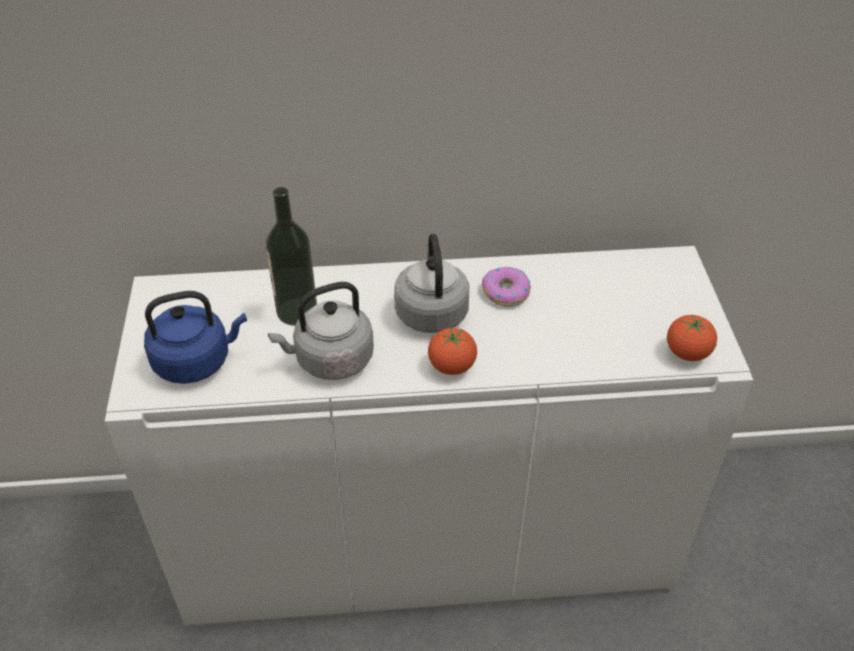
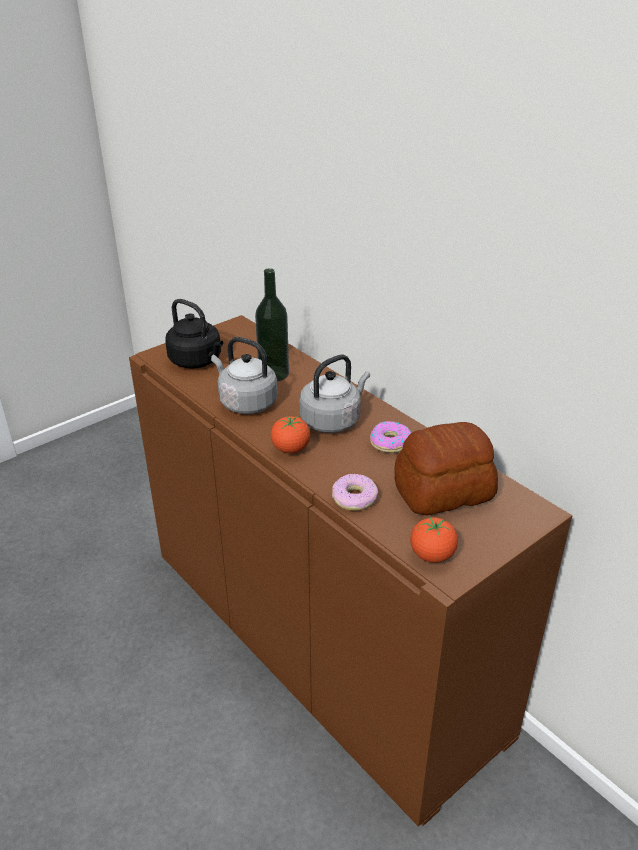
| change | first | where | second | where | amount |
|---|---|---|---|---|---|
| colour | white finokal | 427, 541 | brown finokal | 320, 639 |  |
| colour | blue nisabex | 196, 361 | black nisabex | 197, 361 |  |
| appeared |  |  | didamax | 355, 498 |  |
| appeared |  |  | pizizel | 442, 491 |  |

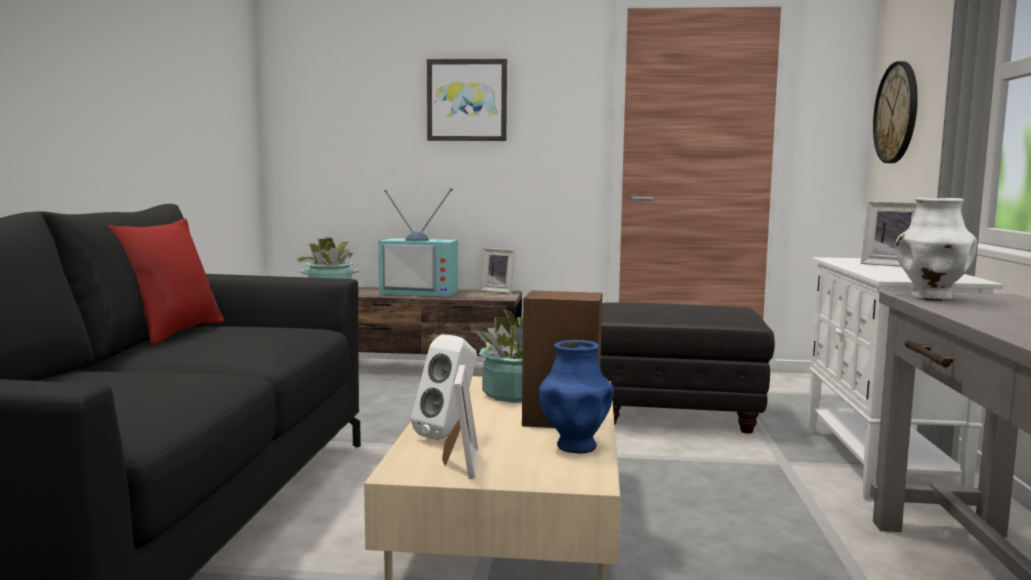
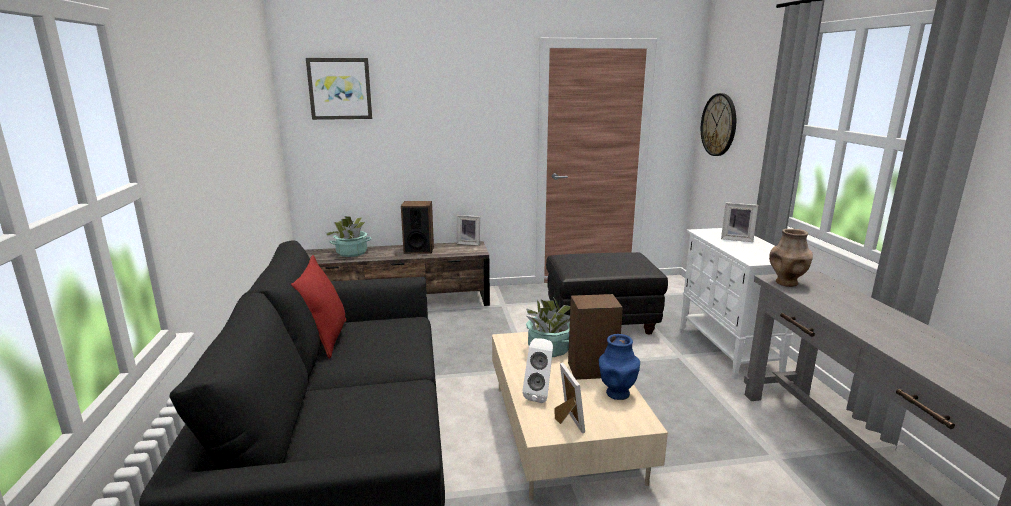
| change | first | where | second | where | amount |
|---|---|---|---|---|---|
| relocated | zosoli | 467, 100 |  | 340, 88 |  |
| exchanged | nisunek | 421, 292 | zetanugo | 418, 250 |  |
| colour | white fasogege | 931, 298 | brown fasogege | 786, 283 |  |

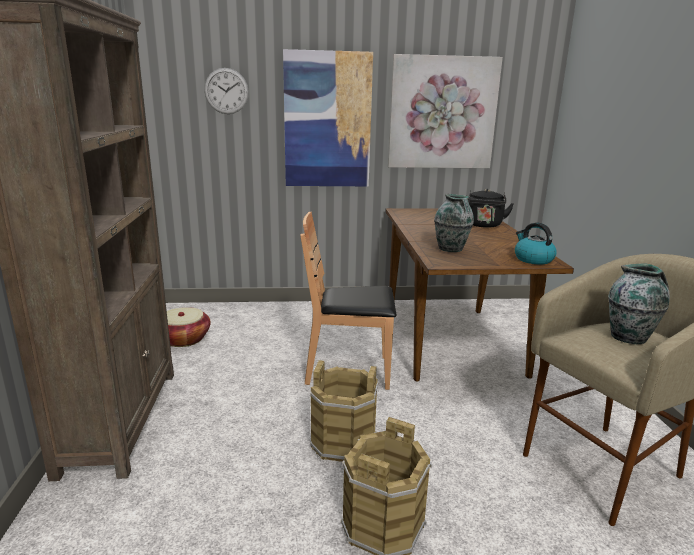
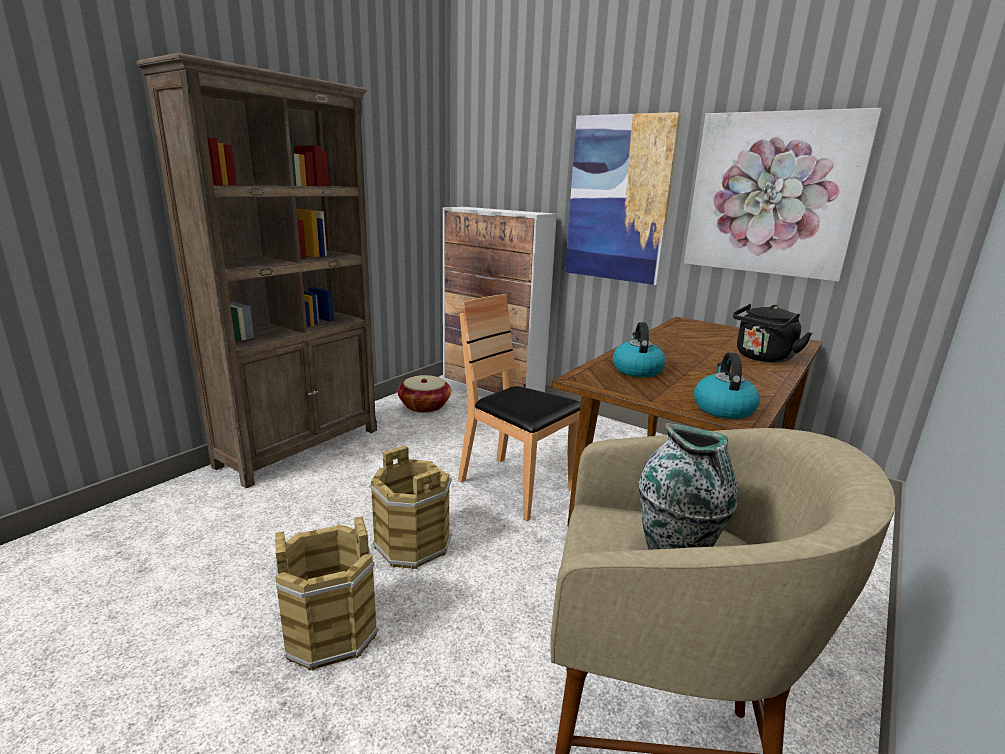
| change | first | where | second | where | amount |
|---|---|---|---|---|---|
| appeared |  |  | finokal | 492, 393 |  |
| exchanged | fasogege | 451, 249 | nisabex | 636, 370 |  |
| missing | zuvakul | 226, 91 |  |  |  |

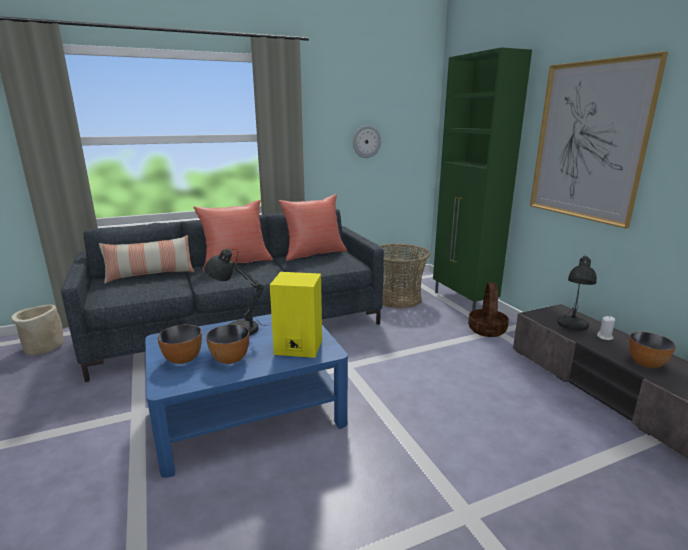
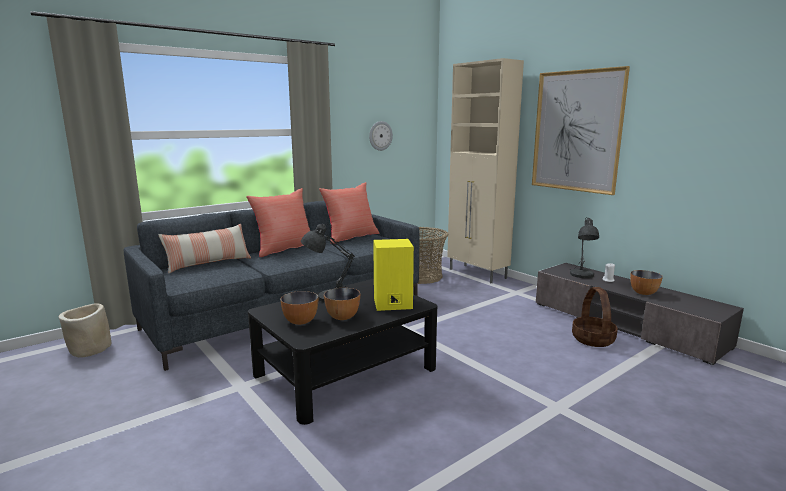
| change | first | where | second | where | amount |
|---|---|---|---|---|---|
| colour | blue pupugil | 249, 412 | black pupugil | 345, 371 |  |
| colour | green finokal | 463, 302 | beige finokal | 477, 274 |  |
| relocated | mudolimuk | 487, 330 |  | 593, 339 |  |

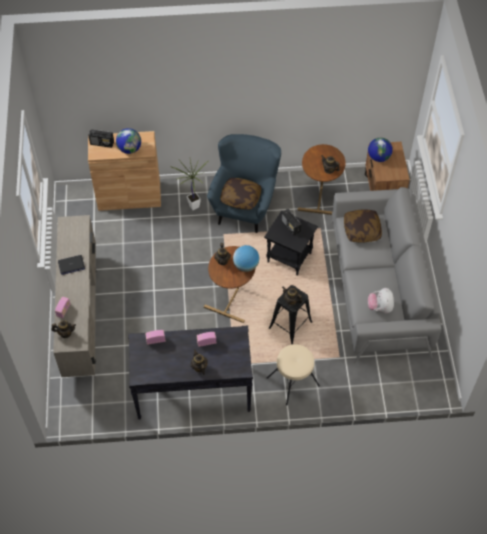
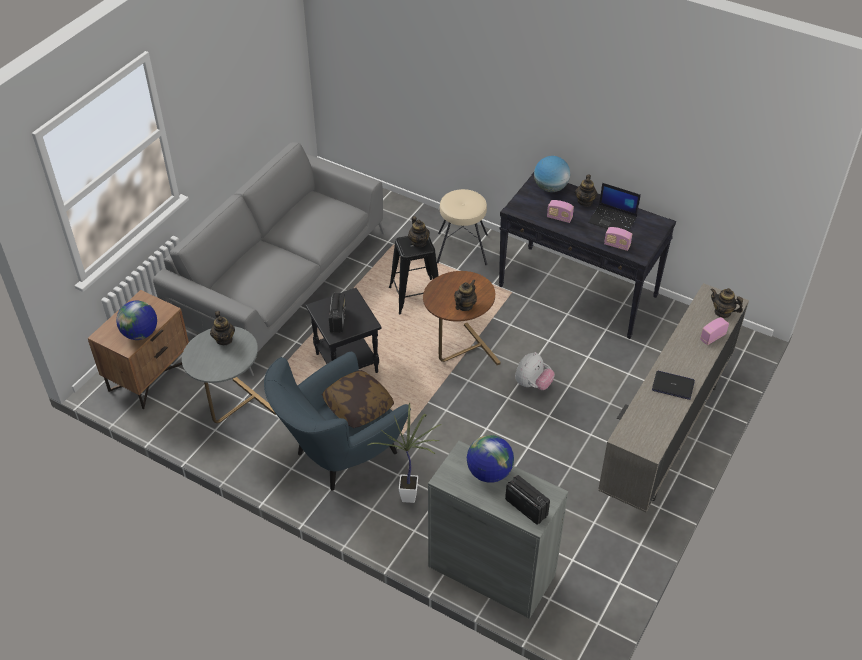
| change | first | where | second | where | amount |
|---|---|---|---|---|---|
| colour | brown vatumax | 320, 198 | grey vatumax | 233, 412 |  |
| colour | brown finokal | 129, 196 | grey finokal | 491, 570 |  |
| relocated | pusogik | 380, 307 |  | 532, 384 |  |
| relocated | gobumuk | 246, 266 |  | 550, 188 |  |
| appeared |  |  | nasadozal | 613, 220 |  |
| missing | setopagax | 362, 230 |  |  |  |

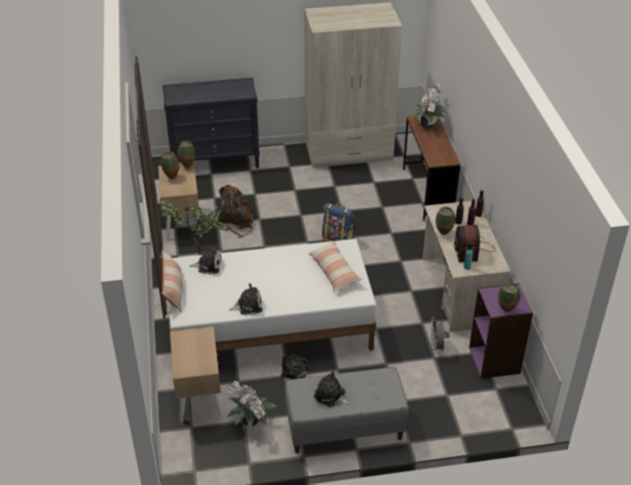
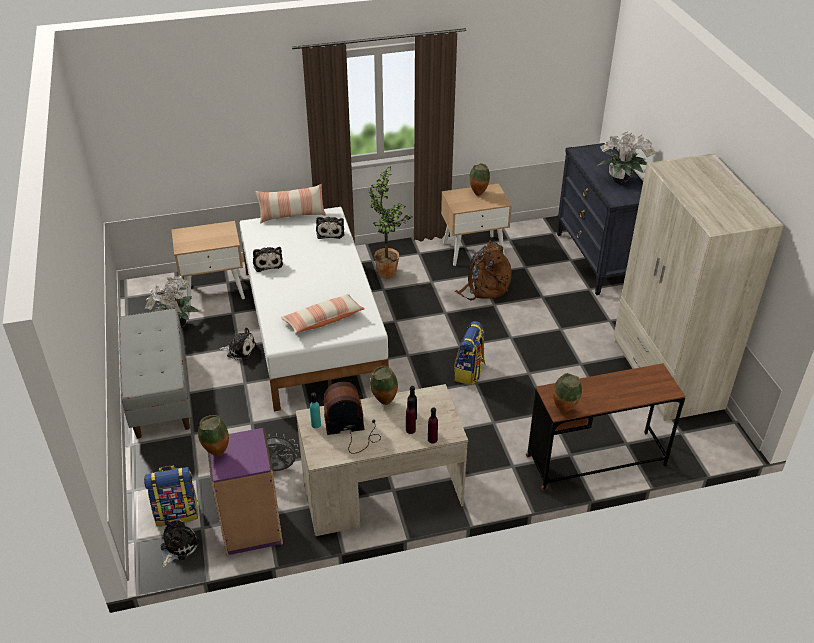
| change | first | where | second | where | amount |
|---|---|---|---|---|---|
| appeared |  |  | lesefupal | 177, 512 |  |
| relocated | pusogik | 331, 396 |  | 178, 546 |  |
| relocated | fasogege | 187, 166 |  | 564, 409 |  |
| relocated | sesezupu | 427, 125 |  | 621, 181 |  |

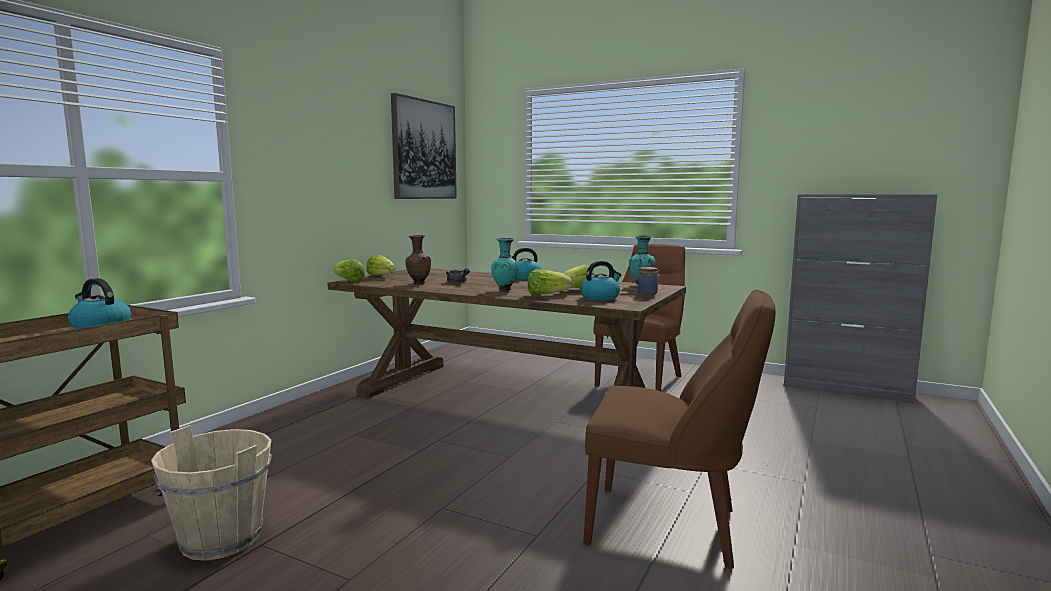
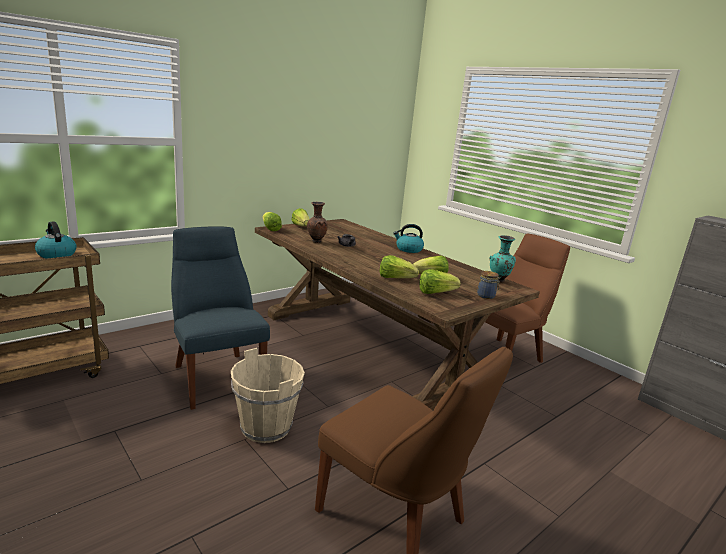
| change | first | where | second | where | amount |
|---|---|---|---|---|---|
| appeared |  |  | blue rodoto | 217, 376 |  |
| relocated | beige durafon | 222, 539 |  | 266, 427 |  |
| exchanged | nisabex | 600, 298 | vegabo | 435, 293 |  |
| missing | zosoli | 424, 150 |  |  |  |
| missing | turquoise fasogege | 505, 290 |  |  |  |

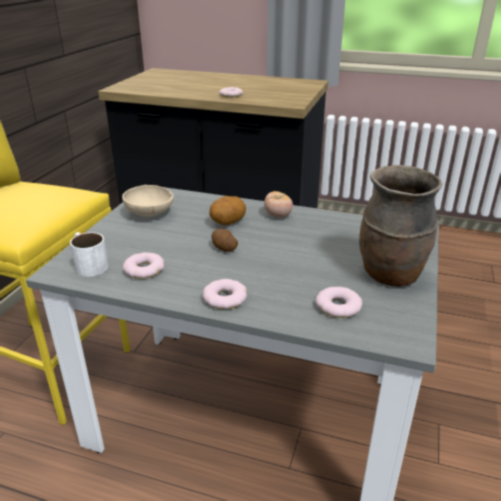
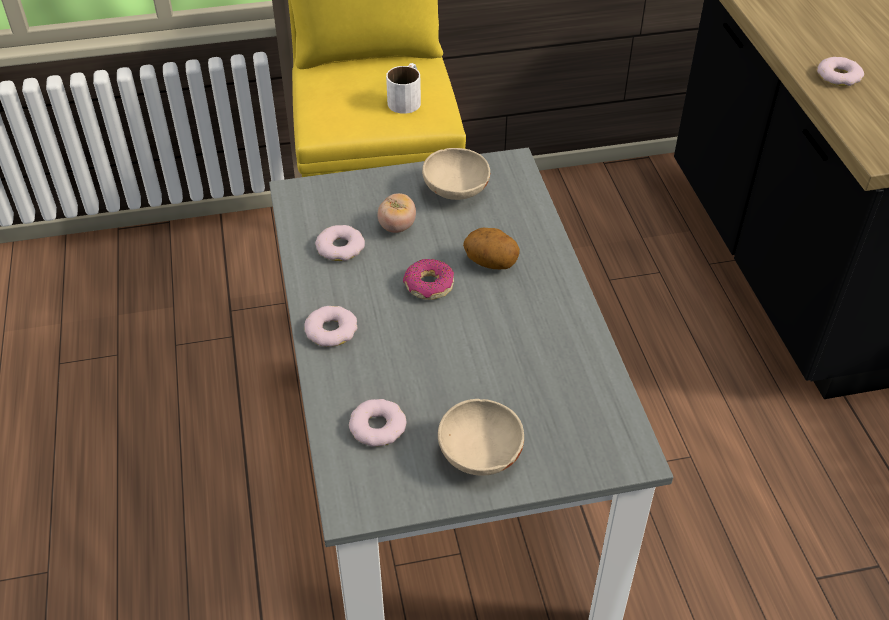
| change | first | where | second | where | amount |
|---|---|---|---|---|---|
| relocated | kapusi | 278, 215 |  | 397, 226 |  |
| relocated | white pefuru | 88, 264 |  | 407, 99 |  |
| exchanged | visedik | 223, 248 | didamax | 429, 286 |  |
| exchanged | brown fasogege | 390, 275 | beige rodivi | 479, 456 |  |

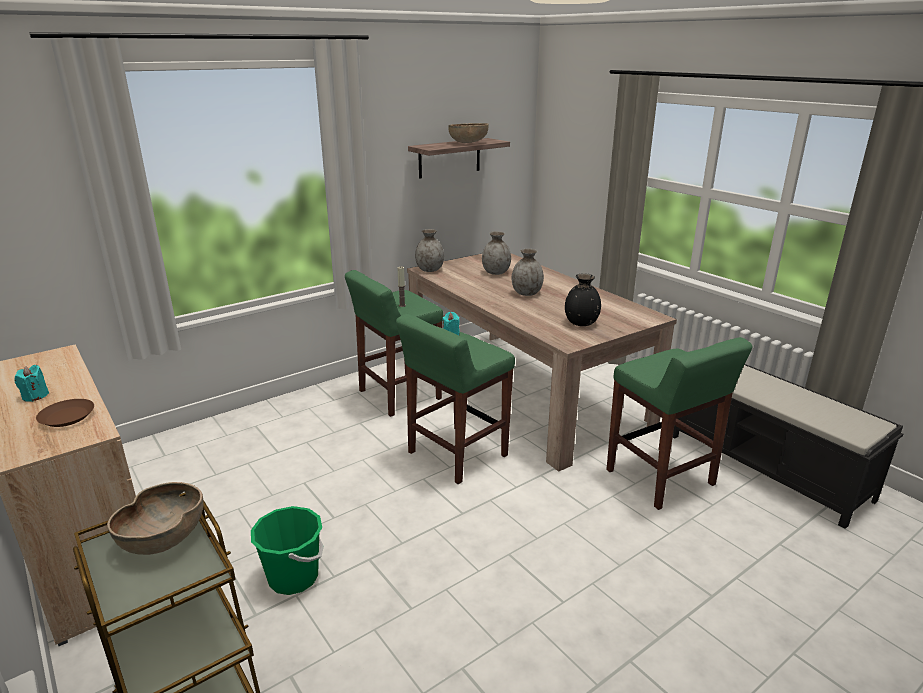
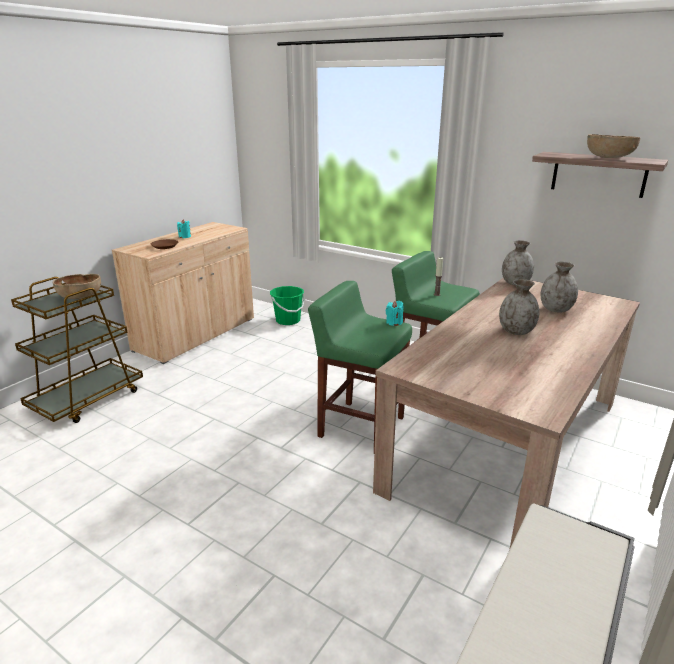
| change | first | where | second | where | amount |
|---|---|---|---|---|---|
| relocated | green durafon | 293, 577 |  | 288, 320 |  |
| missing | black fasogege | 581, 323 |  |  |  |
| missing | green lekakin | 661, 478 |  |  |  |

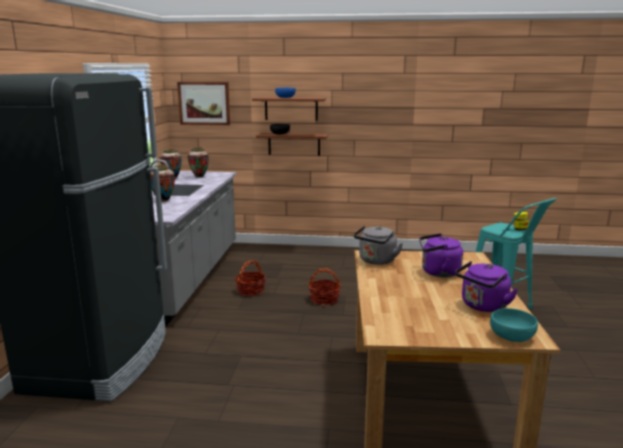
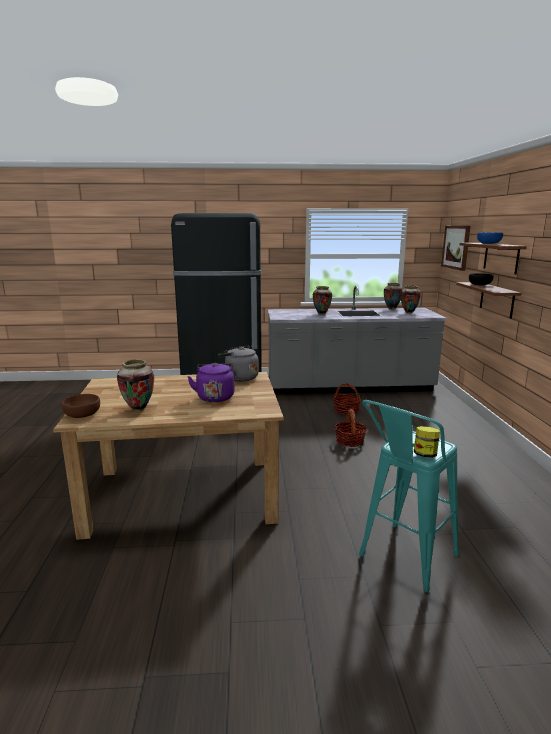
| change | first | where | second | where | amount |
|---|---|---|---|---|---|
| colour | turquoise rodivi | 511, 336 | brown rodivi | 83, 415 |  |
| exchanged | purple nisabex | 482, 306 | fasogege | 138, 409 |  |

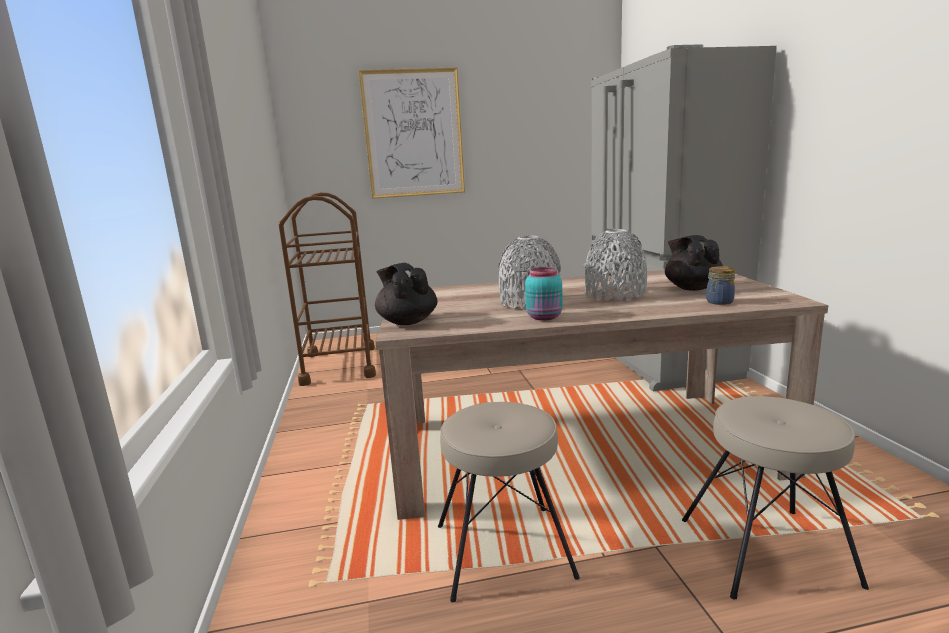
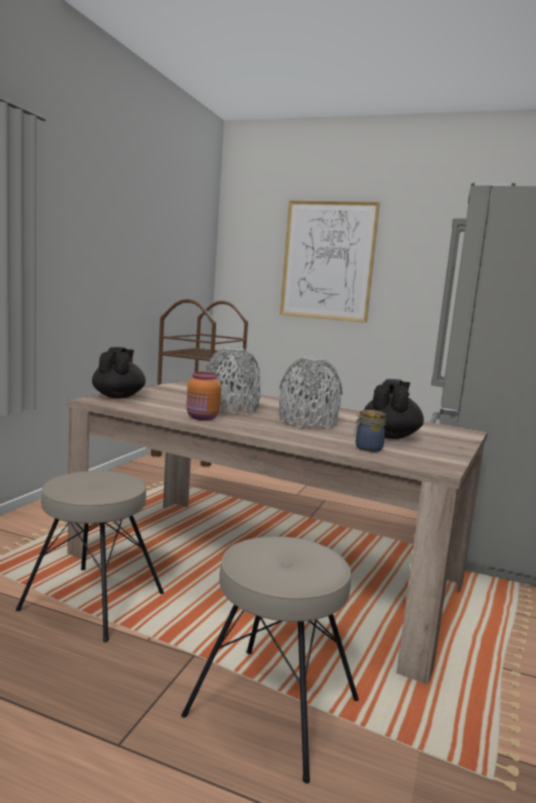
| change | first | where | second | where | amount |
|---|---|---|---|---|---|
| colour | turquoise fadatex | 545, 317 | orange fadatex | 202, 418 |  |

